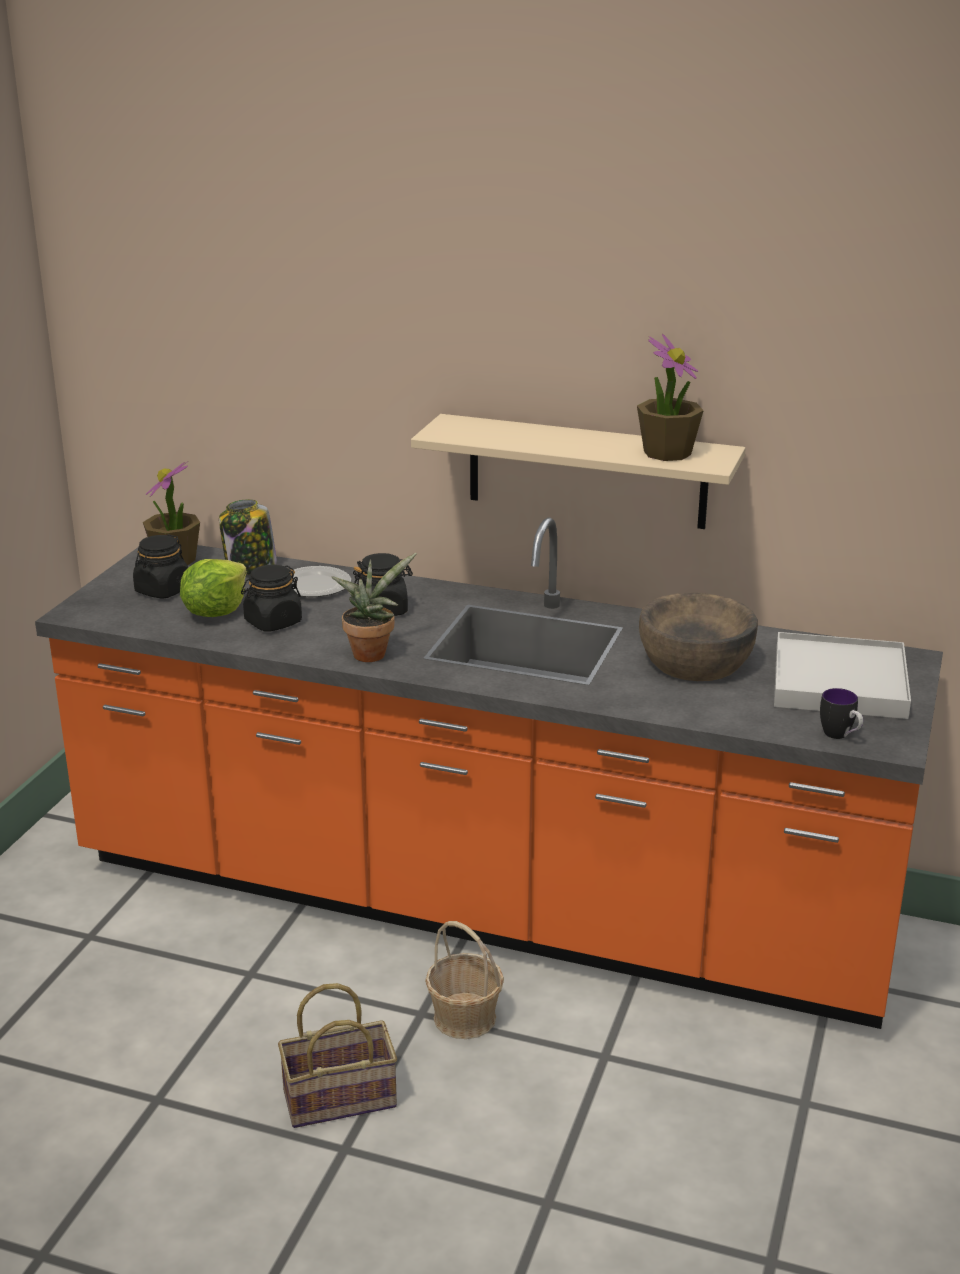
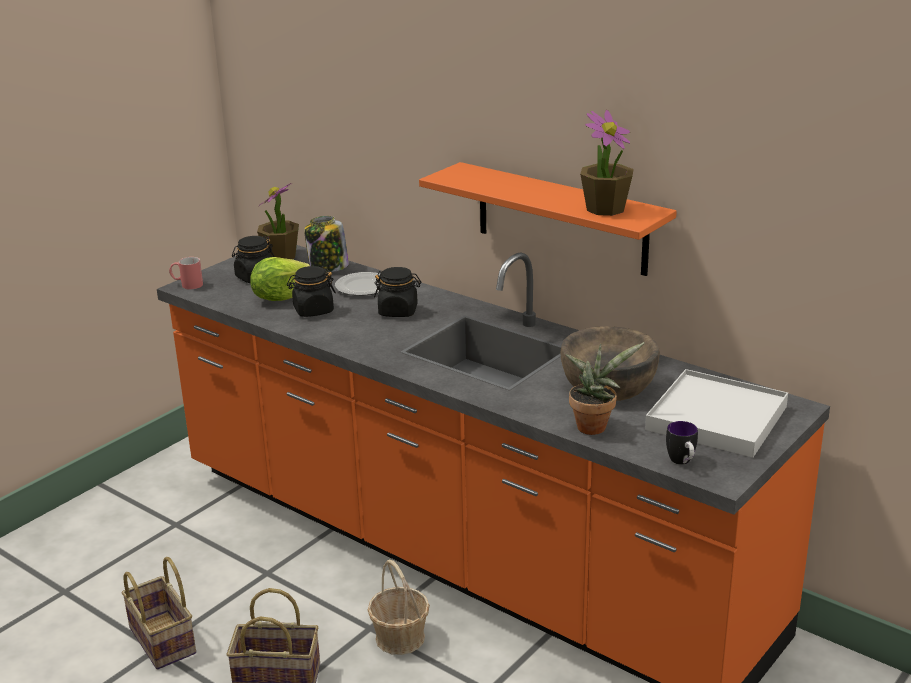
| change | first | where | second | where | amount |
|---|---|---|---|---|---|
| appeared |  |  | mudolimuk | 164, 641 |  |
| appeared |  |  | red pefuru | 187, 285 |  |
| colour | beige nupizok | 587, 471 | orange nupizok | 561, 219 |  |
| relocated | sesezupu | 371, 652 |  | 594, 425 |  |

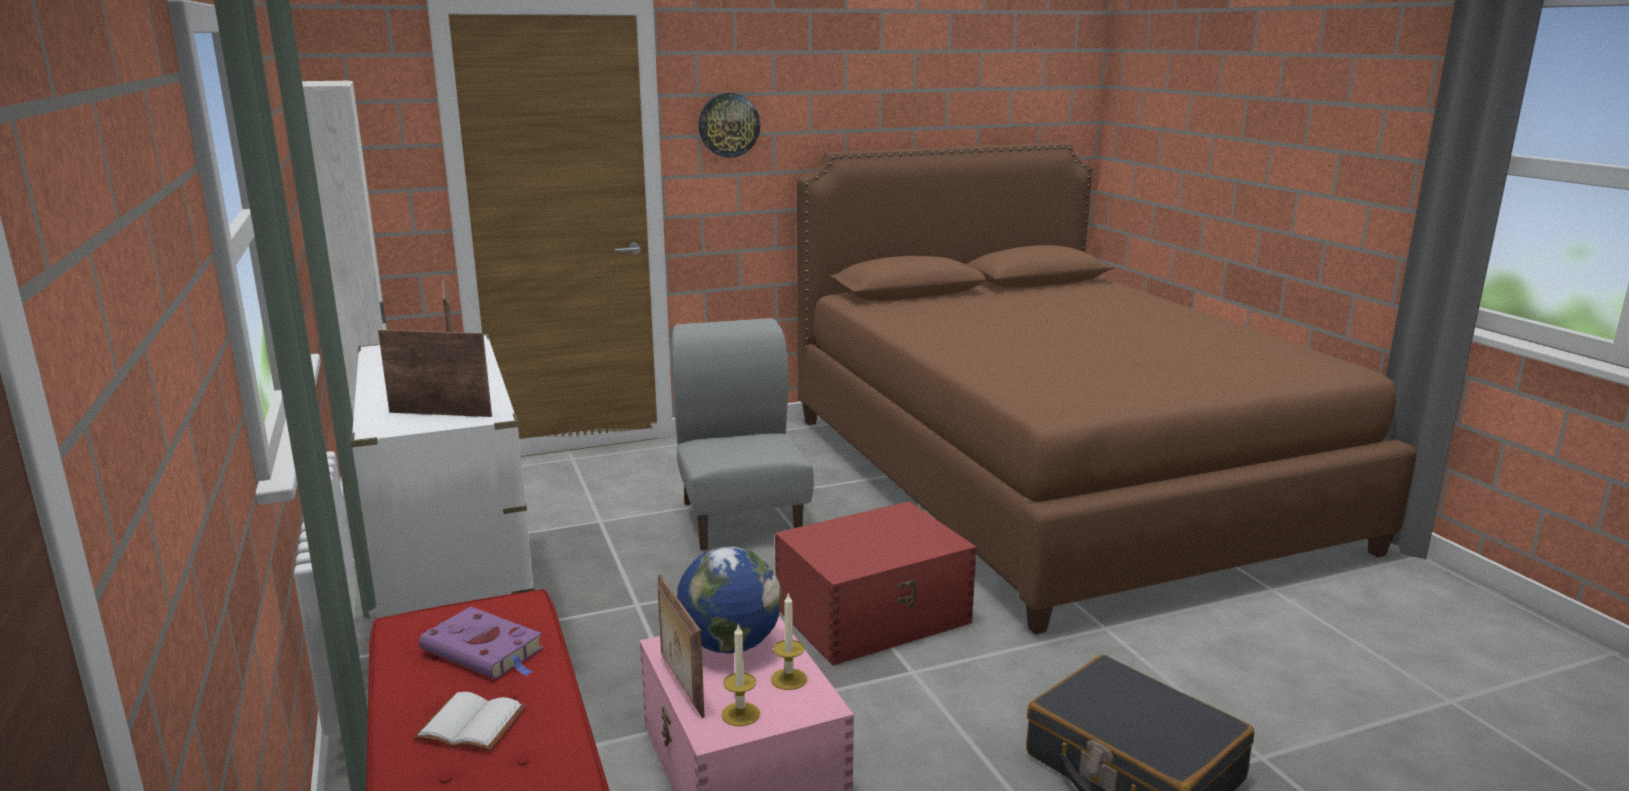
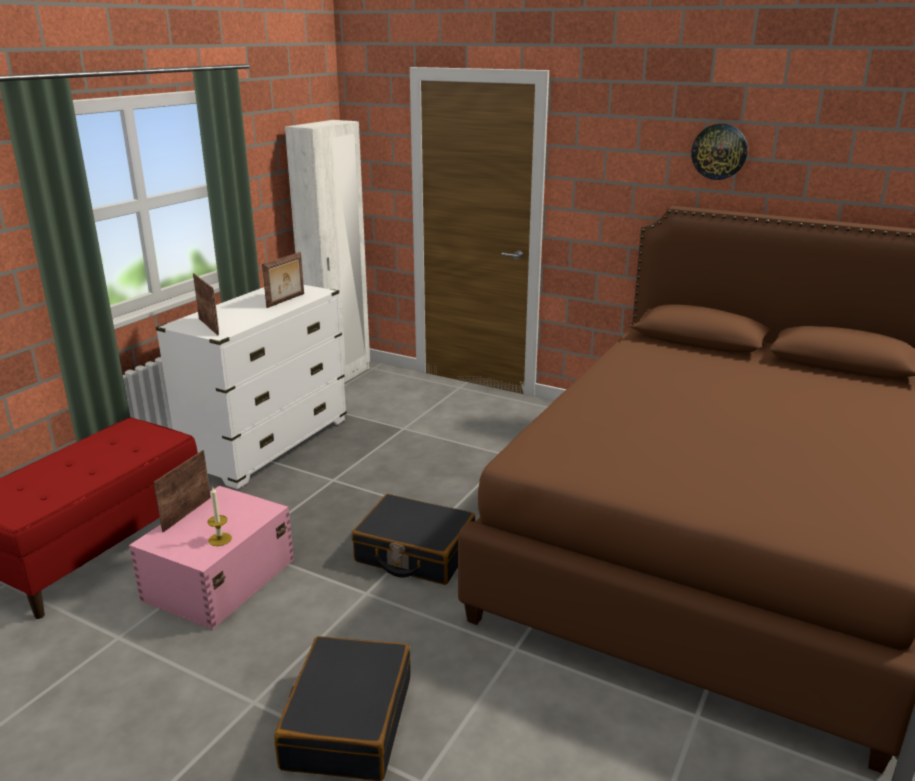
| change | first | where | second | where | amount |
|---|---|---|---|---|---|
| exchanged | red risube | 874, 615 | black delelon | 414, 553 |  |
| relocated | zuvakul | 728, 125 |  | 719, 151 |  |
| missing | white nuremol | 474, 723 |  |  |  |
| missing | purple nuremol | 485, 651 |  |  |  |
| missing | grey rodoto | 741, 518 |  |  |  |
| missing | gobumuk | 730, 645 |  |  |  |
| missing | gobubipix | 740, 714 |  |  |  |

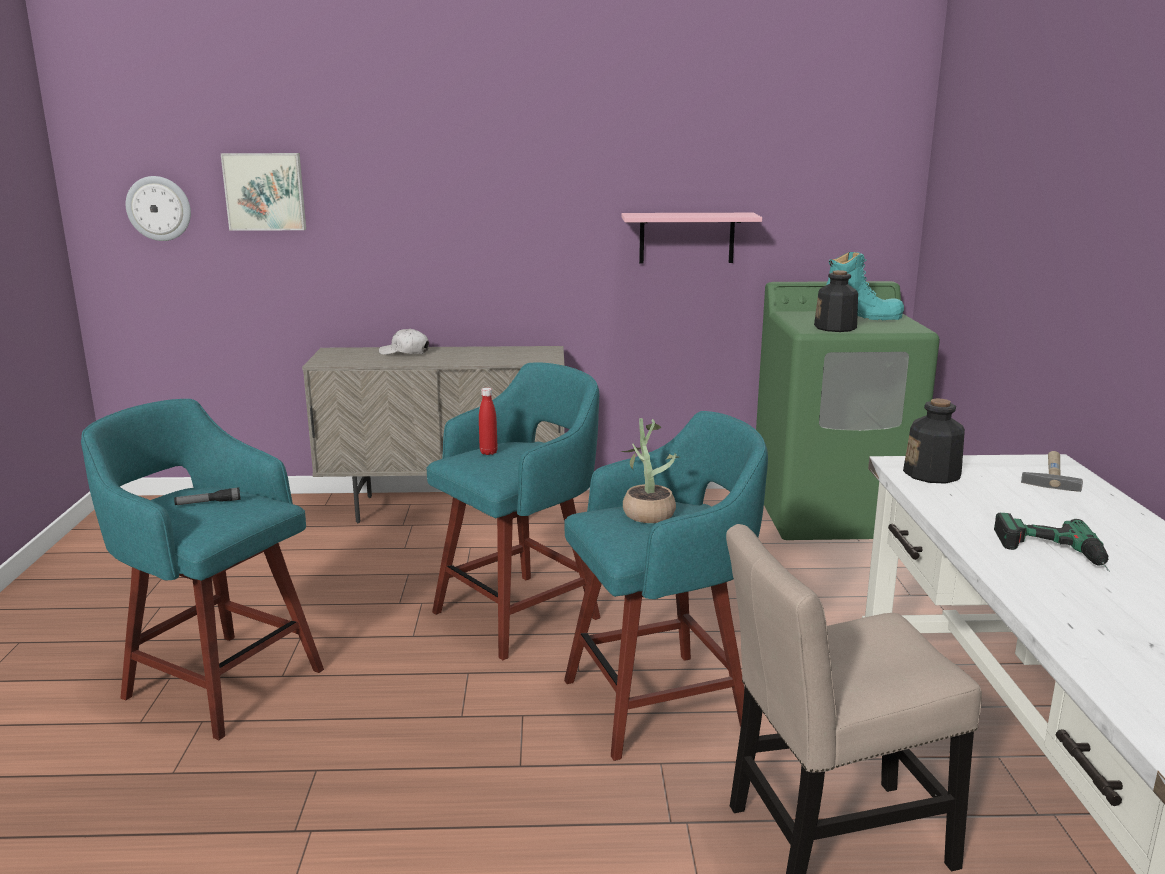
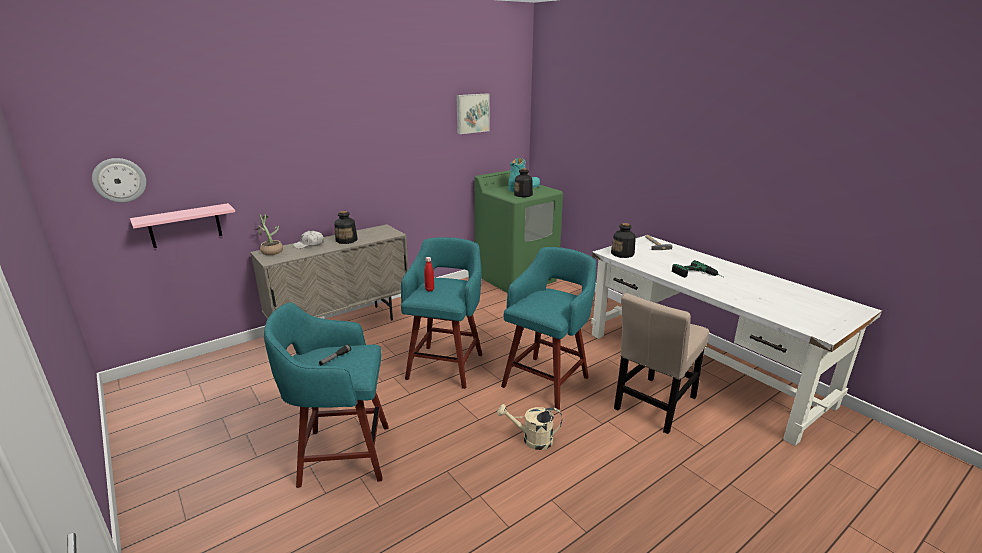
| change | first | where | second | where | amount |
|---|---|---|---|---|---|
| relocated | pink nupizok | 686, 238 |  | 185, 226 |  |
| relocated | sesezupu | 646, 511 |  | 270, 251 |  |
| appeared |  |  | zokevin | 347, 240 |  |
| relocated | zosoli | 265, 191 |  | 472, 113 |  |
| appeared |  |  | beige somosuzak | 532, 440 |  |

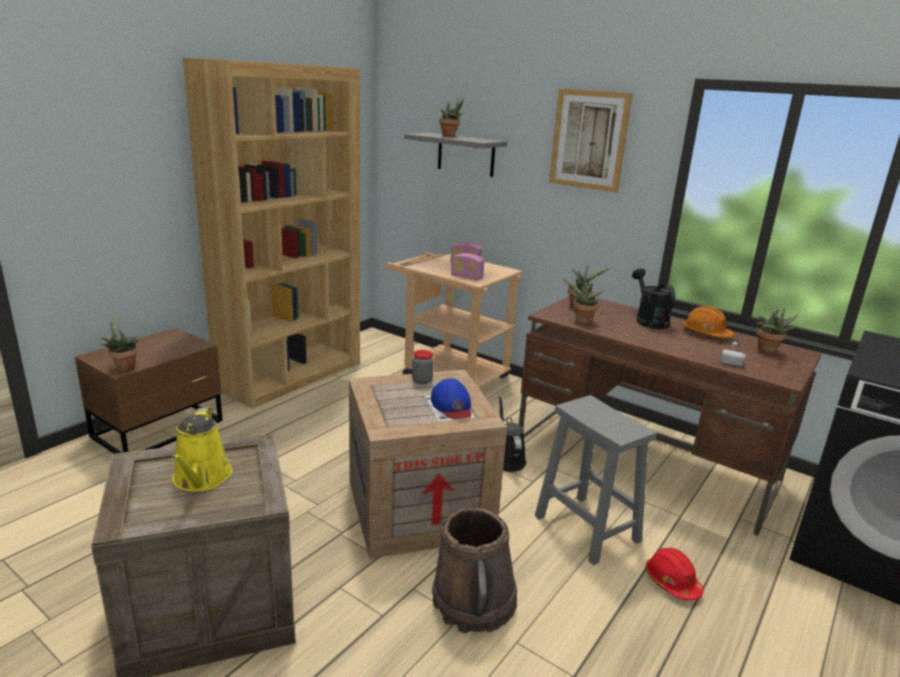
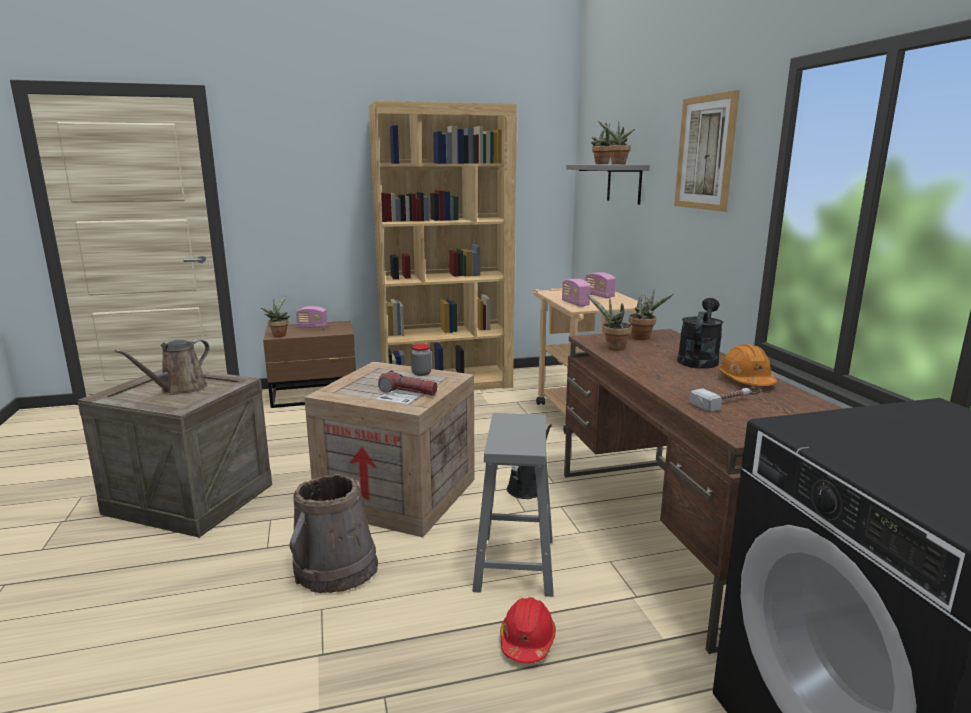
| change | first | where | second | where | amount |
|---|---|---|---|---|---|
| colour | yellow somosuzak | 201, 479 | brown somosuzak | 179, 389 |  |
| appeared |  |  | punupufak | 312, 327 |  |
| exchanged | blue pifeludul | 452, 405 | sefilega | 408, 392 |  |
| relocated | sesezupu | 767, 351 |  | 617, 164 |  |

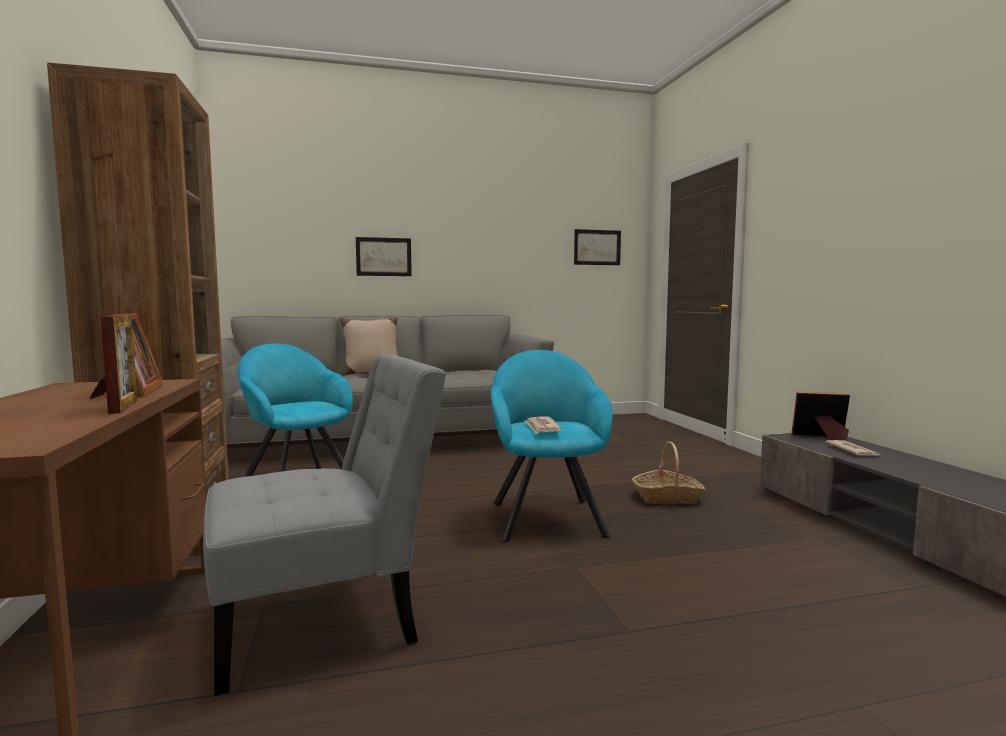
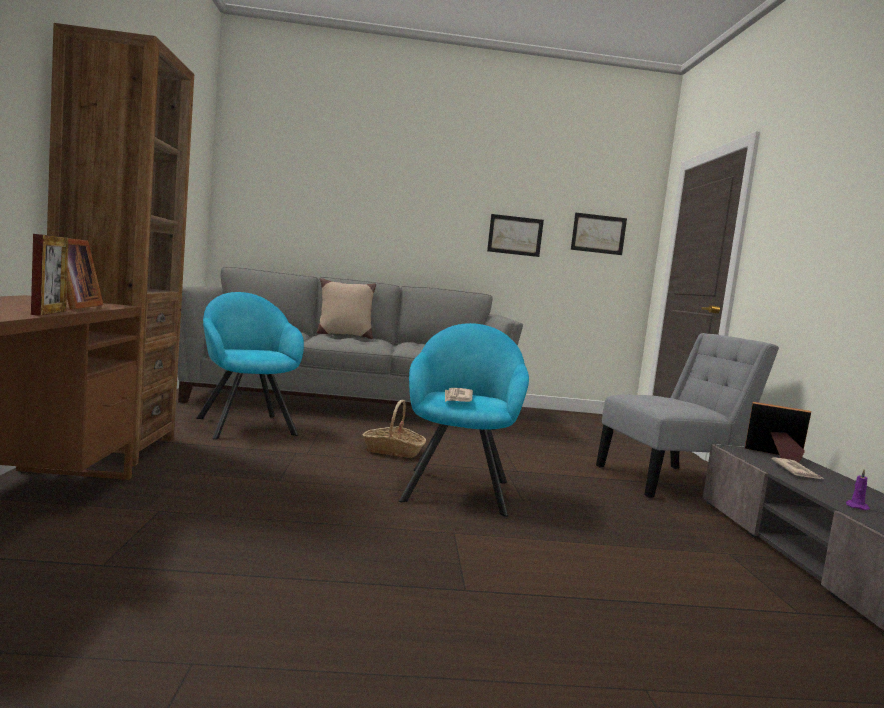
| change | first | where | second | where | amount |
|---|---|---|---|---|---|
| relocated | mudolimuk | 667, 497 |  | 393, 451 |  |
| relocated | zosoli | 383, 257 |  | 515, 235 |  |
| relocated | grey rodoto | 326, 619 |  | 671, 482 |  |
| appeared |  |  | purple gobubipix | 856, 506 |  |

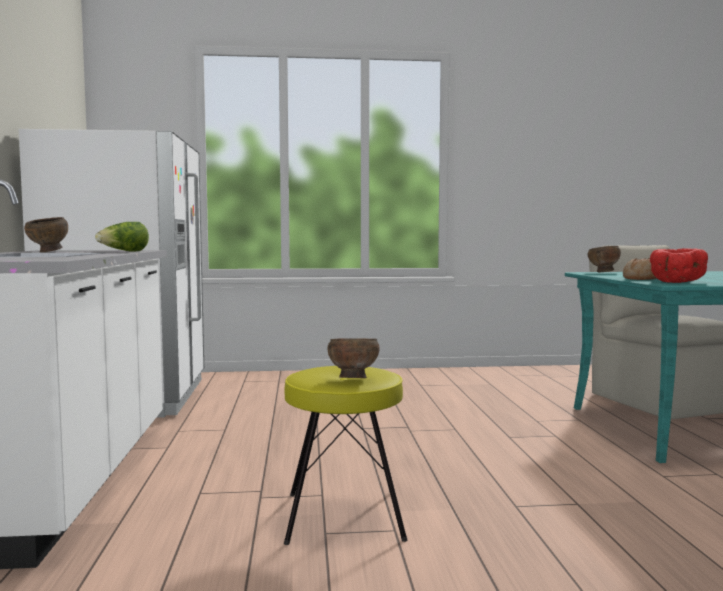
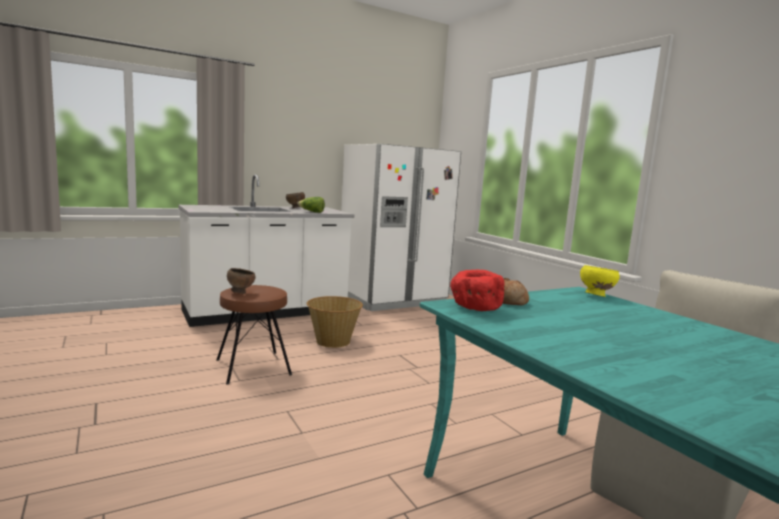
| change | first | where | second | where | amount |
|---|---|---|---|---|---|
| colour | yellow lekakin | 345, 516 | brown lekakin | 252, 367 |  |
| appeared |  |  | mudolimuk | 333, 341 |  |
| colour | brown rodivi | 603, 272 | yellow rodivi | 595, 296 |  |

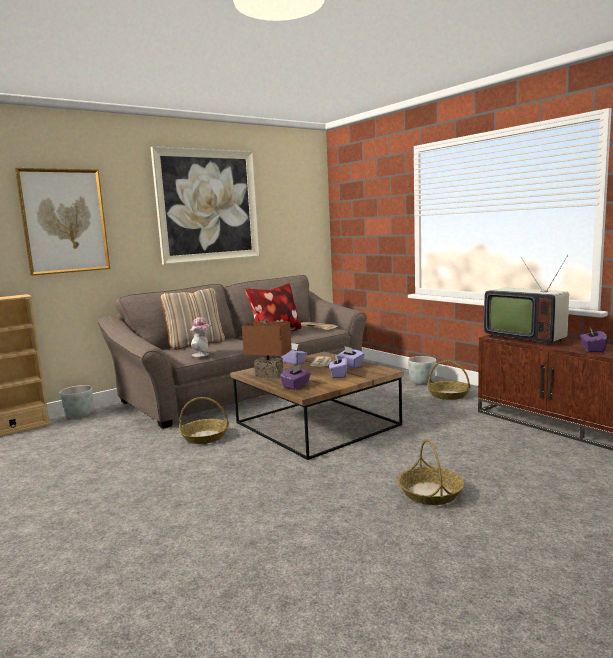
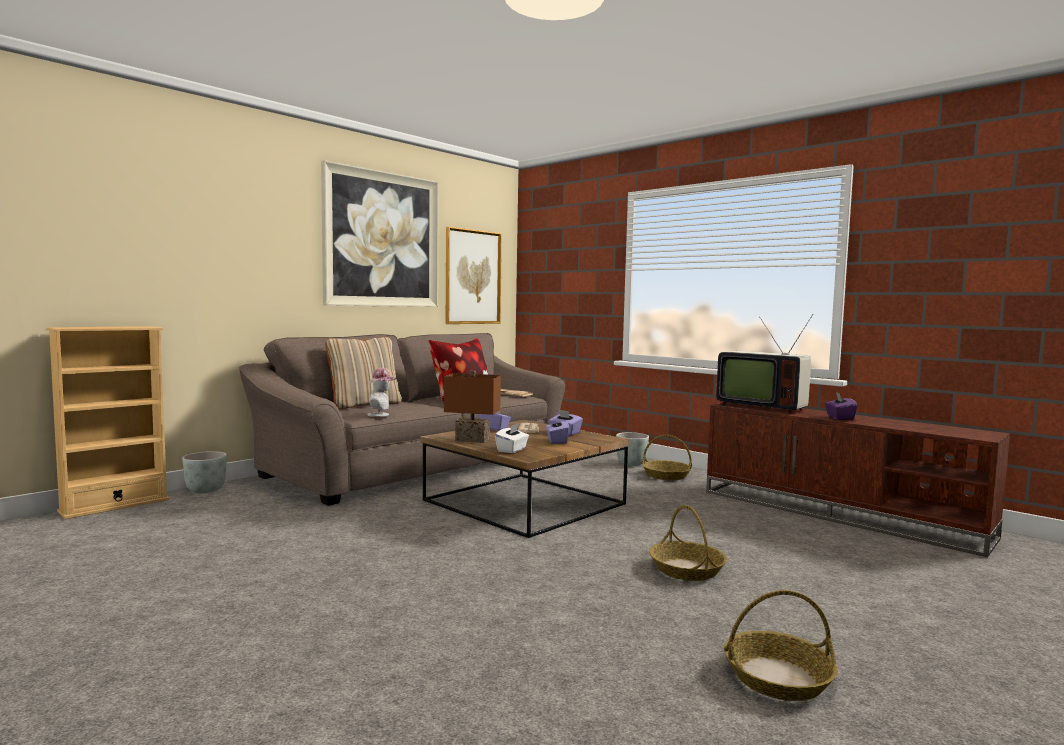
| change | first | where | second | where | amount |
|---|---|---|---|---|---|
| relocated | zosoli | 64, 221 |  | 473, 277 |  |
| colour | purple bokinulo | 296, 386 | white bokinulo | 512, 450 |  |
| relocated | mudolimuk | 204, 437 |  | 777, 678 |  |

